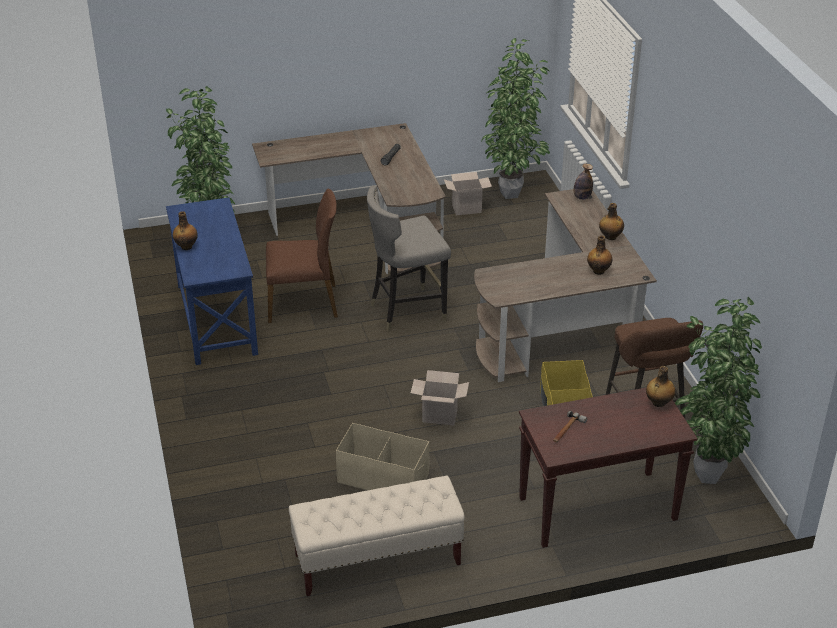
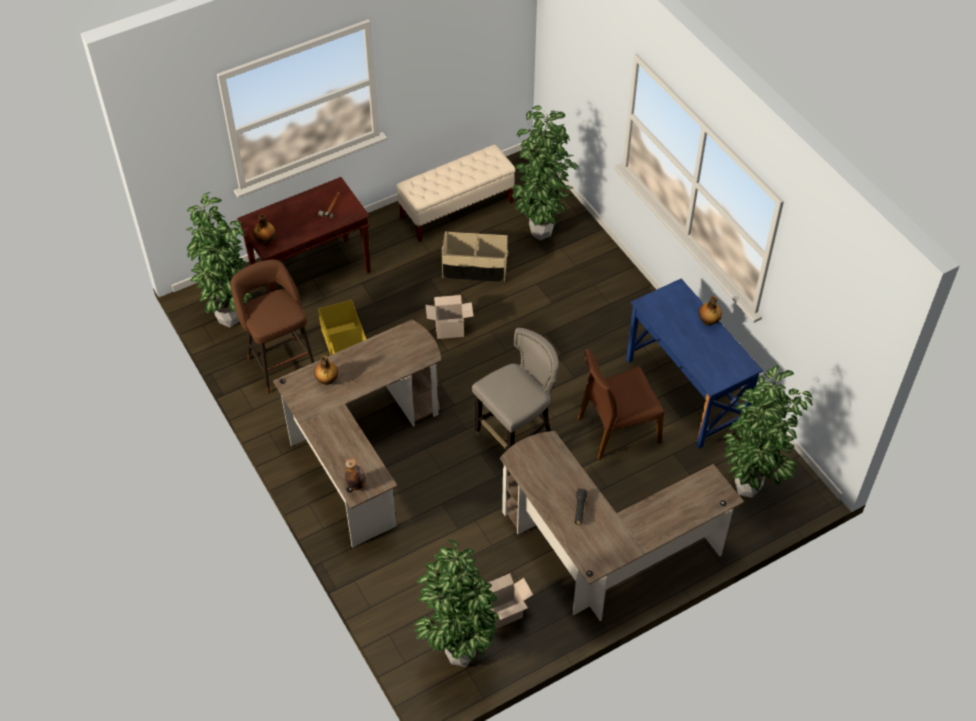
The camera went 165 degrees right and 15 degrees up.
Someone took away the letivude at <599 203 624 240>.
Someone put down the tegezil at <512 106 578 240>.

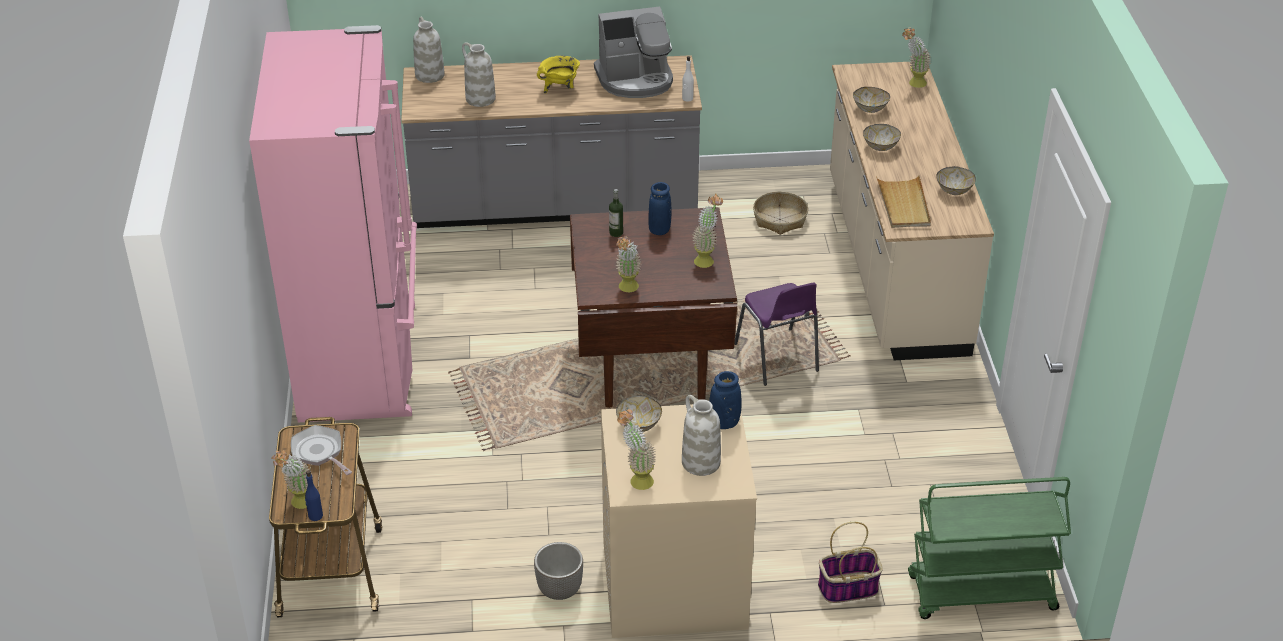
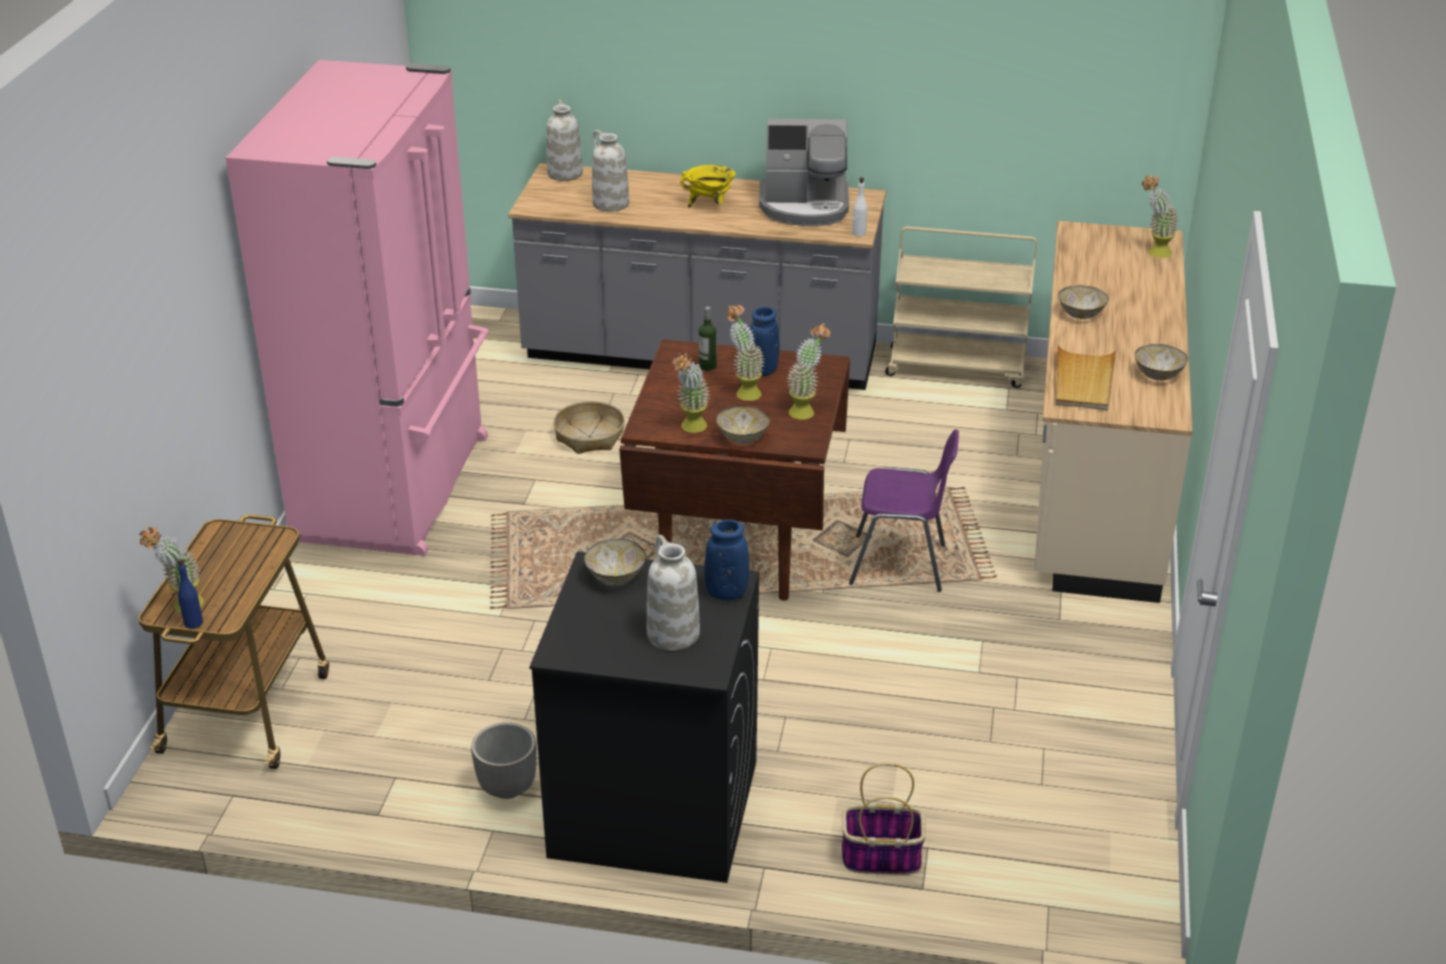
The camera went 15 degrees right and 5 degrees down.
Someone took away the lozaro at <291 425 352 475>.
Someone took away the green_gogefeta at <908 477 1071 619>.
Someone put down the beige_gogefeta at <885 227 1037 388>.
Someone carried the tegezil from <617 409 656 490> to <727 305 765 401>.
Someone carried the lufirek from <753 191 808 235> to <553 401 625 454>.
Someone carried the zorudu from <853 87 890 113> to <716 405 770 444>.
Someone repainted the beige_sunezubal at <601 404 757 638>, which became the black_sunezubal at <529 552 759 883>.
Someone rotated the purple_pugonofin at <734 283 819 386> by 75 degrees counterclockwise.

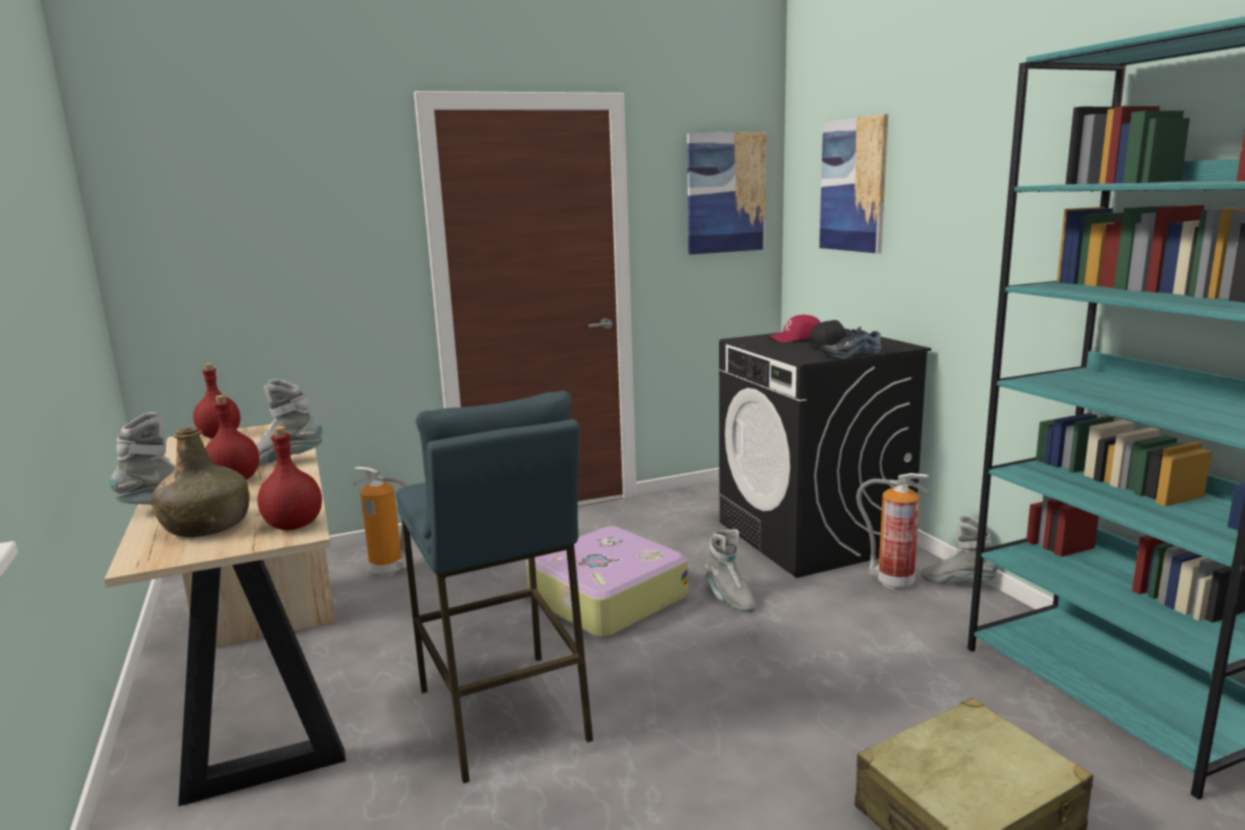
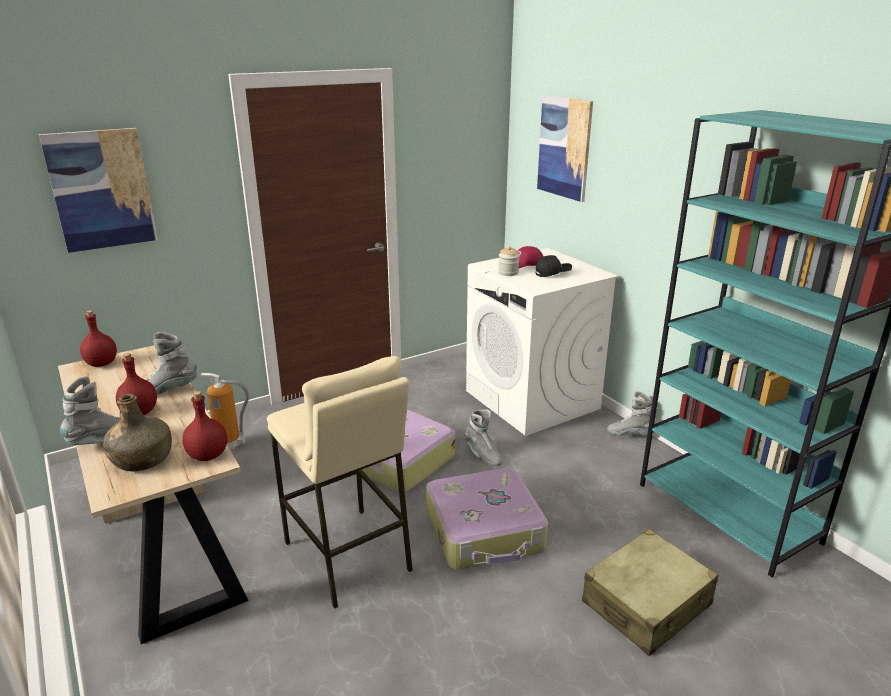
The camera went 10 degrees left and 10 degrees up.
Someone took away the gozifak at <821 327 881 358>.
Someone took away the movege at <856 473 930 589>.
Someone put down the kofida at <426 468 548 570>.
Someone put down the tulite at <498 246 519 276>.
Someone carried the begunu from <687 132 766 255> to <39 128 158 253>.
Someone repainted the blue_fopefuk at <396 391 593 784>, which became the beige_fopefuk at <267 356 413 609>.
Someone repainted the black_sunezubal at <719 328 931 578>, which became the white_sunezubal at <466 248 618 436>.

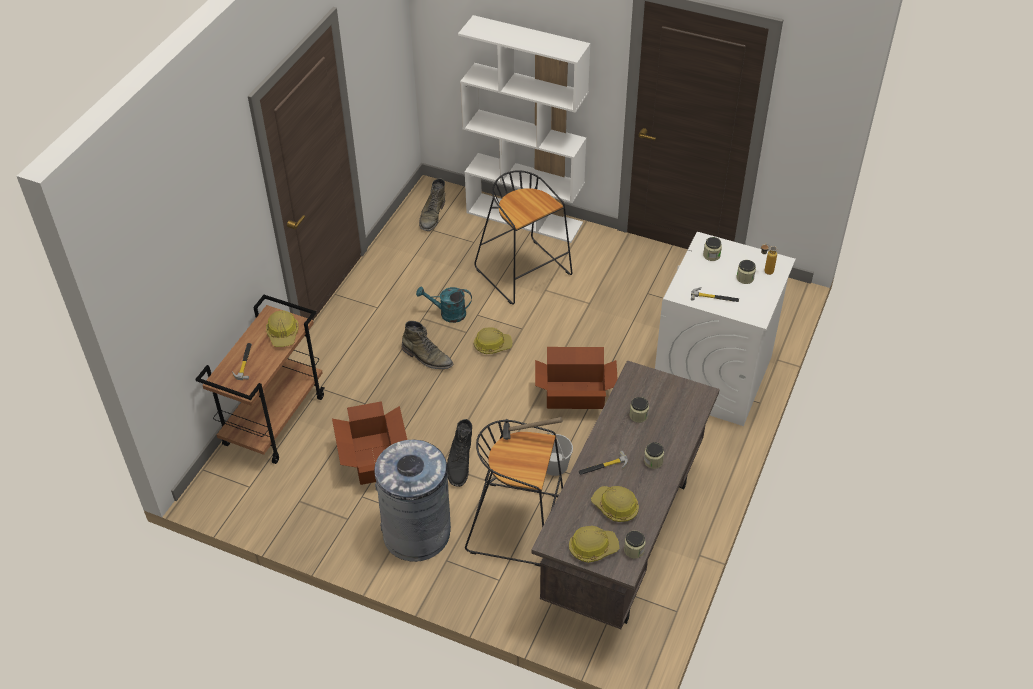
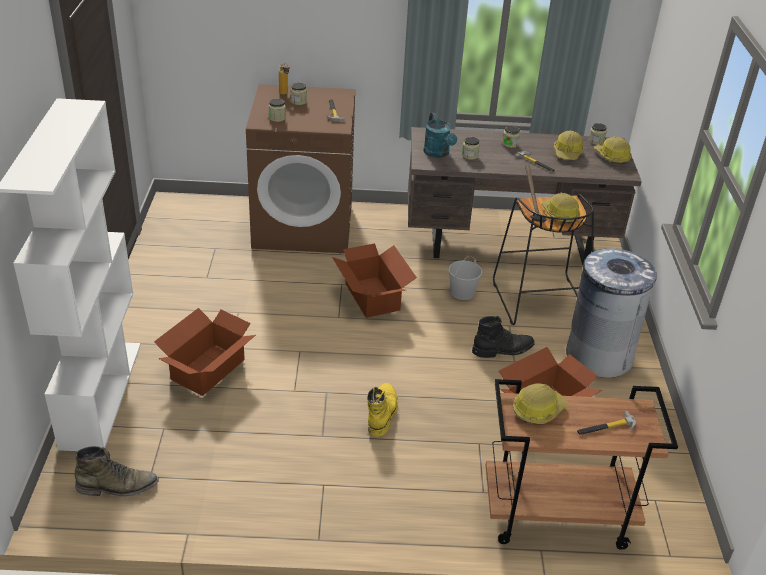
The camera went 115 degrees left and 10 degrees down.
Someone carried the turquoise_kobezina from <416 286 472 323> to <424 113 457 158>.
Someone carried the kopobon from <474 328 512 354> to <541 193 580 224>.
Someone swapped the black_fopefuk at <474 170 573 305> for the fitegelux at <154 308 256 396>.
Someone repainted the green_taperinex at <402 321 453 369>, which became the yellow_taperinex at <367 383 398 437>.
Someone repainted the white_sunezubal at <655 232 796 426>, which became the brown_sunezubal at <246 84 355 253>.

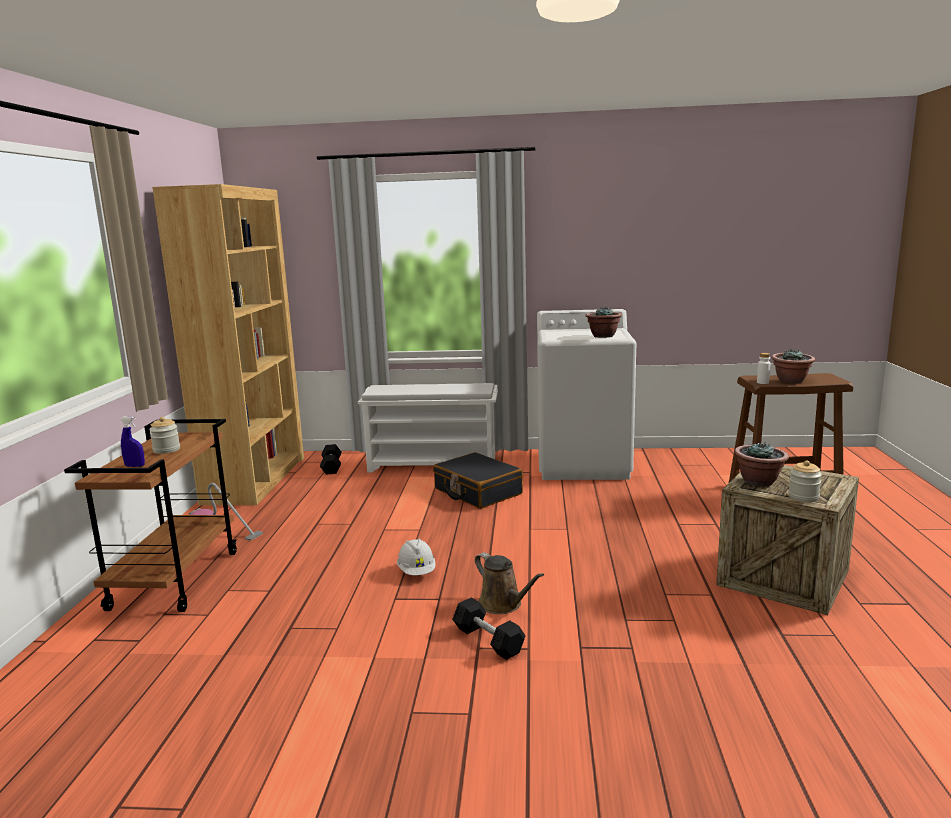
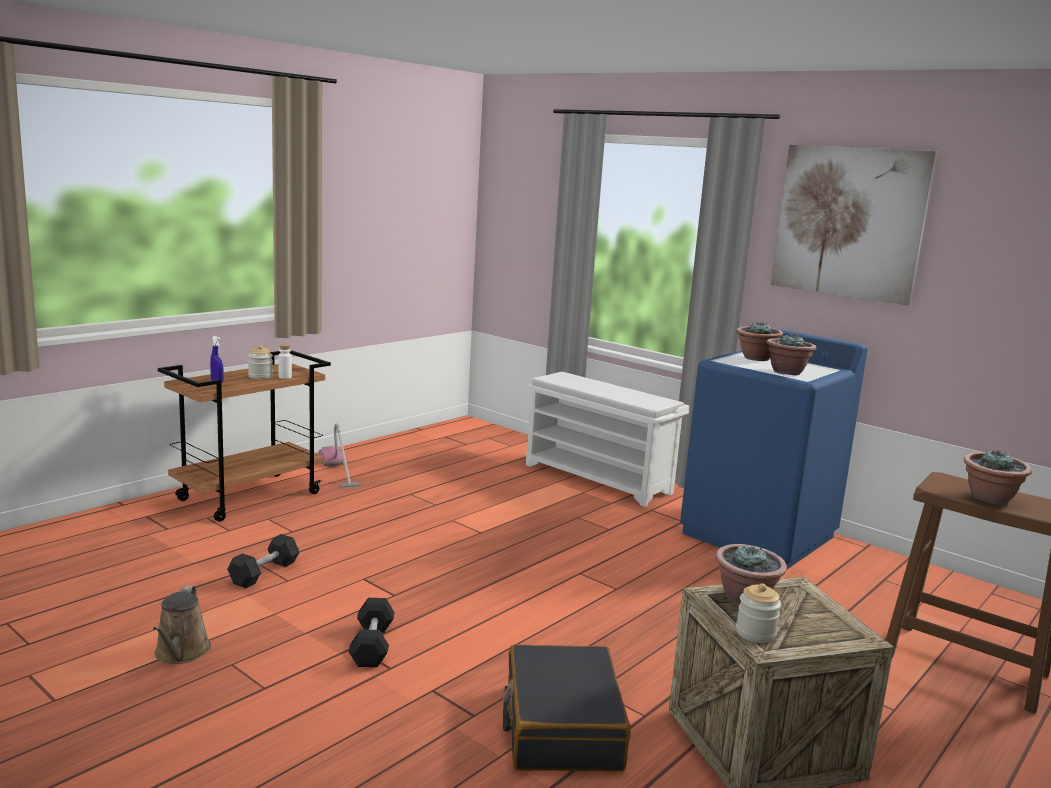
The camera went 35 degrees right and 0 degrees up.
Someone took away the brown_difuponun at <152 184 304 505>.
Someone took away the white_kopobon at <397 539 436 575>.
Someone put down the tegezil at <736 321 783 361>.
Someone put up the begunu at <771 145 937 306>.
Someone carried the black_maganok from <320 444 341 475> to <227 534 300 588>.
Someone carried the black_kofida from <433 452 523 509> to <503 645 630 772>.
Someone carried the brown_kobezina from <475 552 544 614> to <153 585 211 664>.
Someone carried the white_letivude from <757 353 771 384> to <278 344 292 379>.
Someone repainted the white_sunezubal at <537 309 636 480>, which became the blue_sunezubal at <680 328 868 569>.

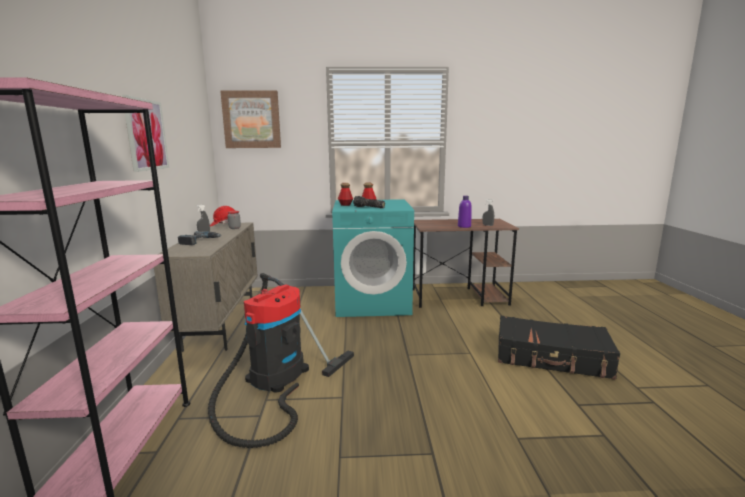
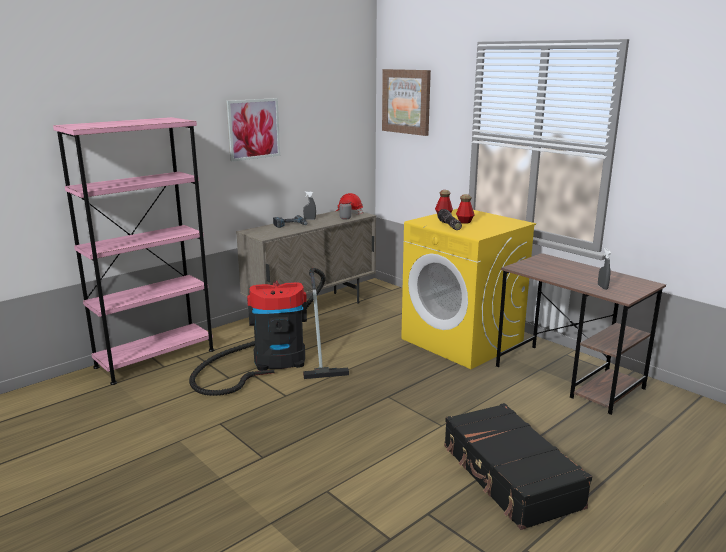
The camera went 50 degrees right and 5 degrees up.
Someone took away the purple_letivude at <458 196 472 228>.
Someone repainted the turquoise_sunezubal at <332 199 414 317>, which became the yellow_sunezubal at <401 209 536 369>.

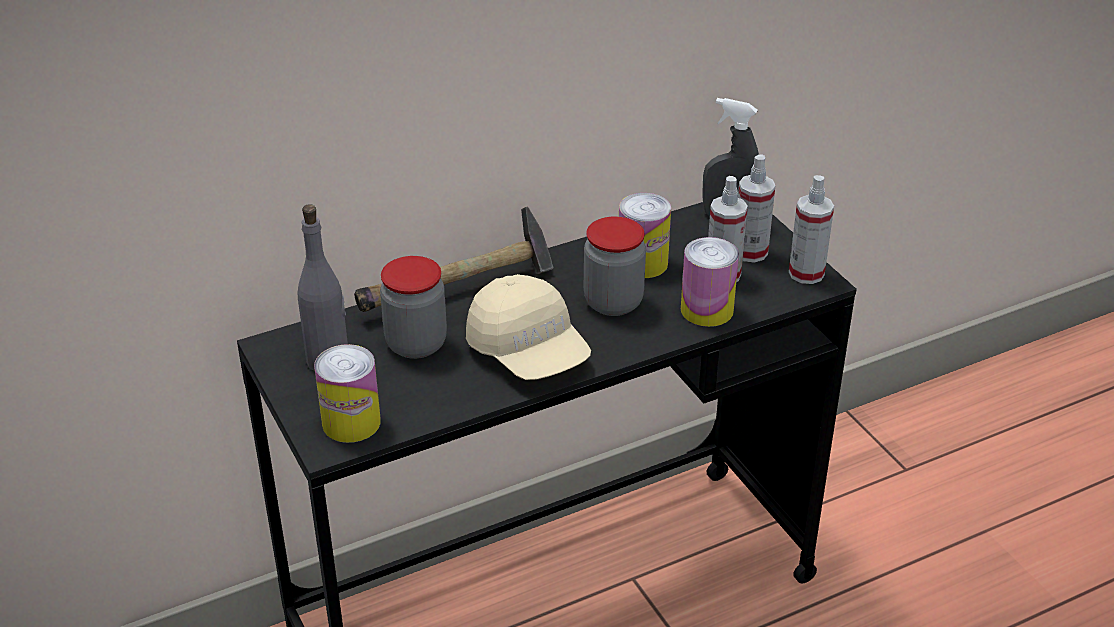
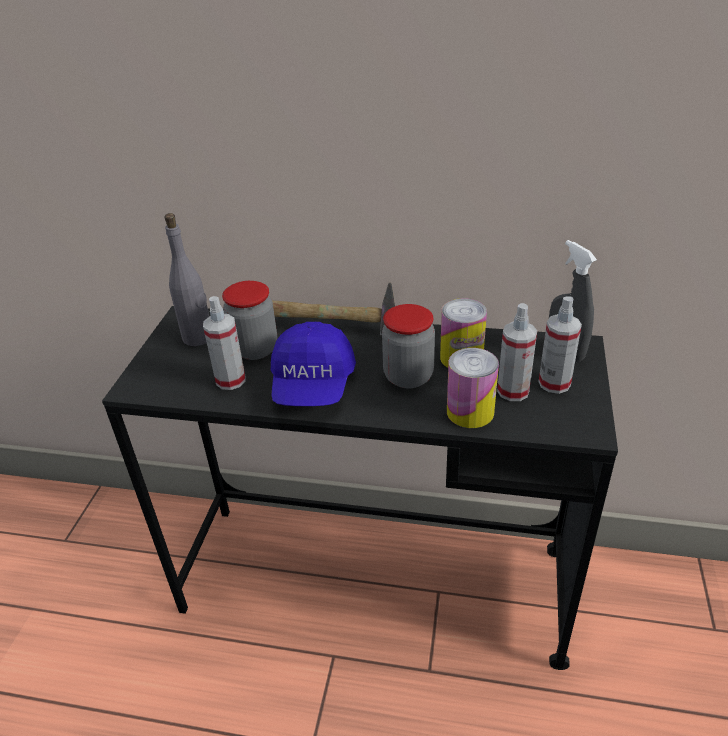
The camera went 40 degrees right and 0 degrees up.
Someone took away the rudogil at <314 344 381 443>.
Someone carried the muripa from <789 175 834 284> to <203 296 245 390>.
Someone repainted the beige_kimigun at <466 274 591 380>, which became the blue_kimigun at <271 322 356 406>.

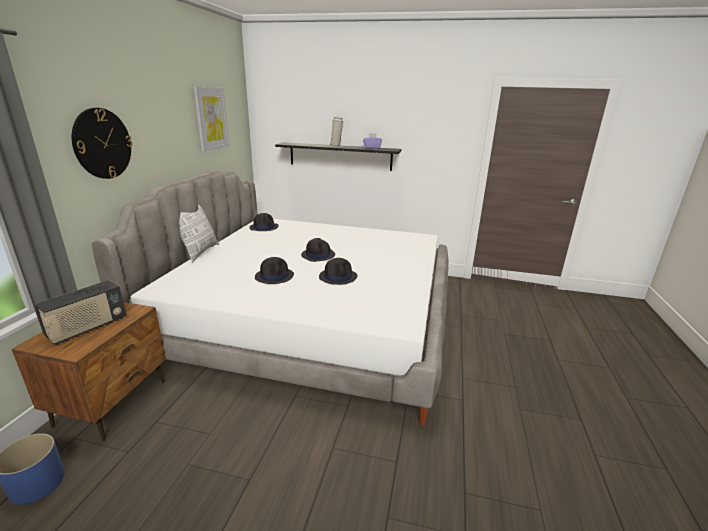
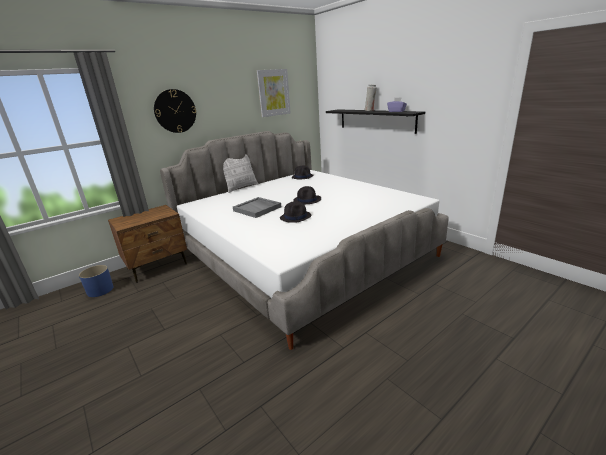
The camera went 40 degrees right and 0 degrees up.
Someone took away the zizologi at <34 280 126 345>.
Someone swapped the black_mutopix at <255 257 294 284> for the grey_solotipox at <233 197 281 218>.

